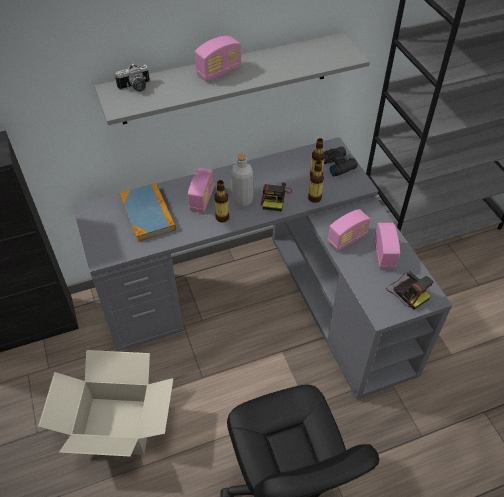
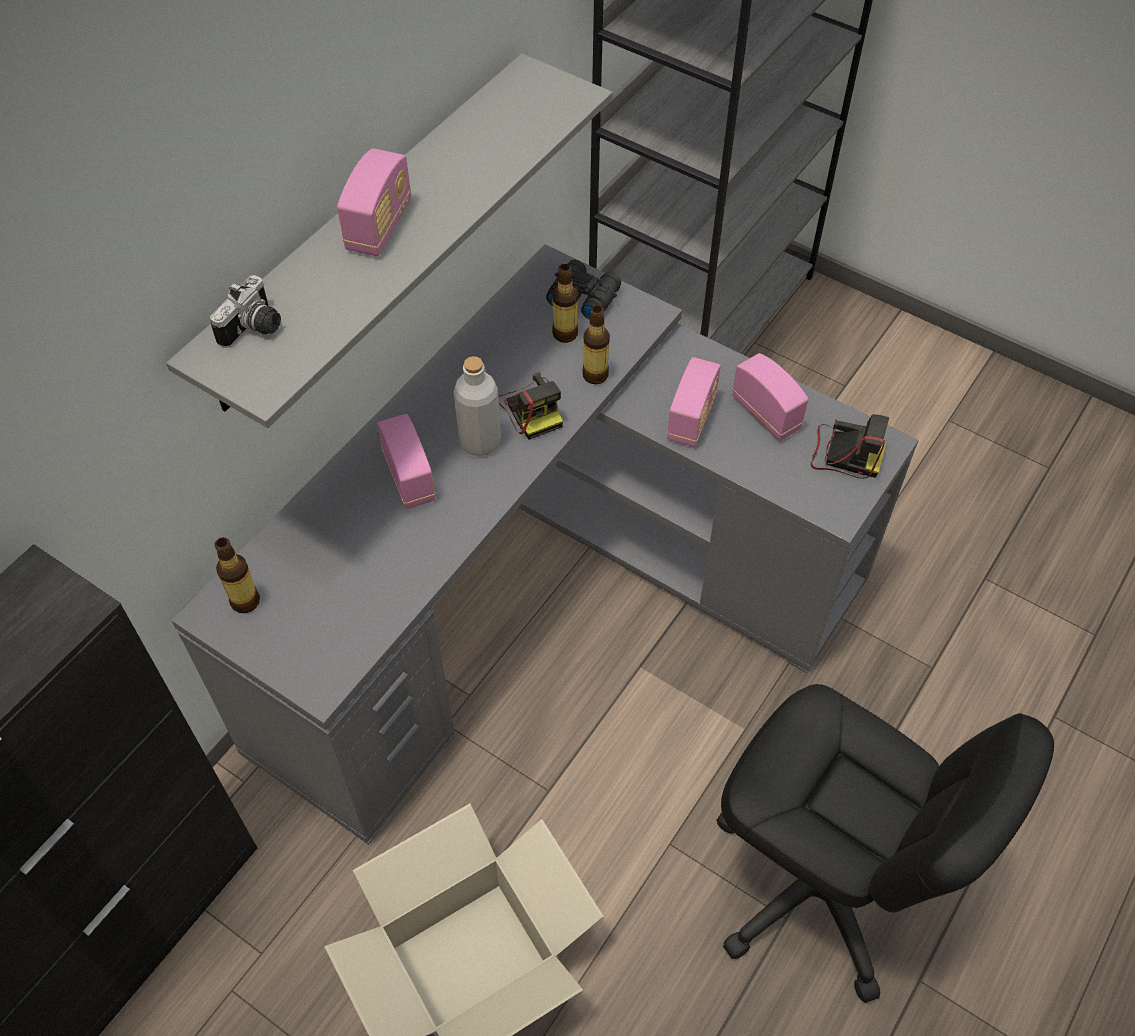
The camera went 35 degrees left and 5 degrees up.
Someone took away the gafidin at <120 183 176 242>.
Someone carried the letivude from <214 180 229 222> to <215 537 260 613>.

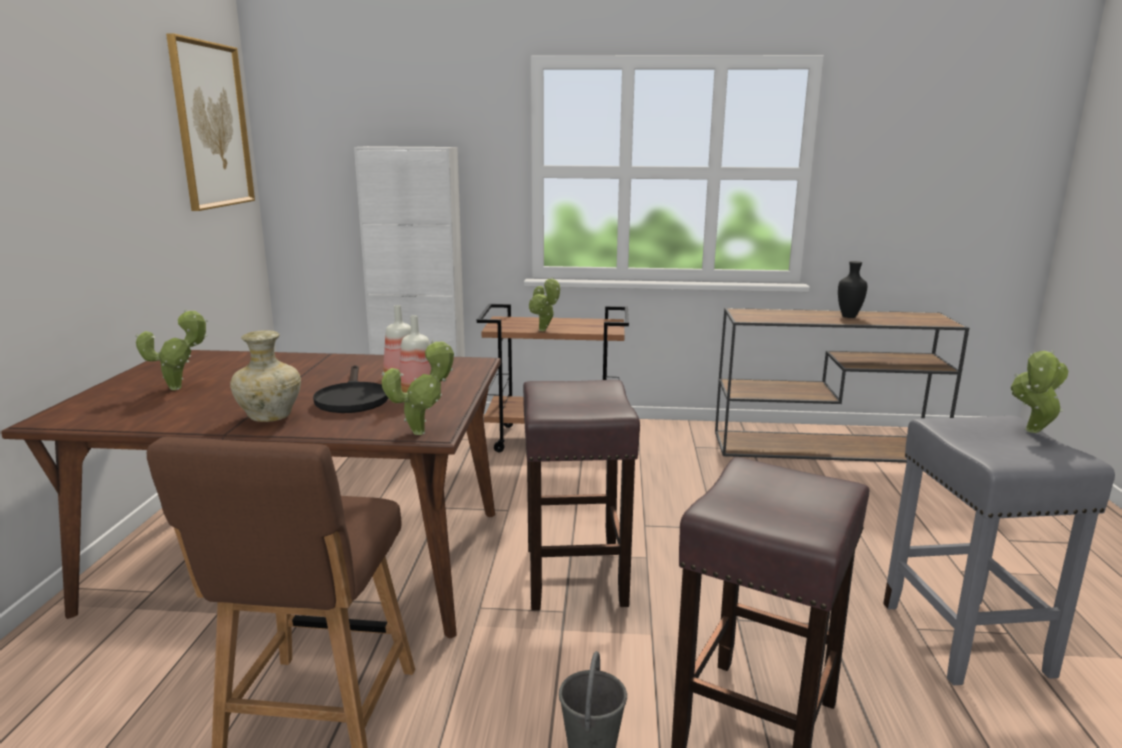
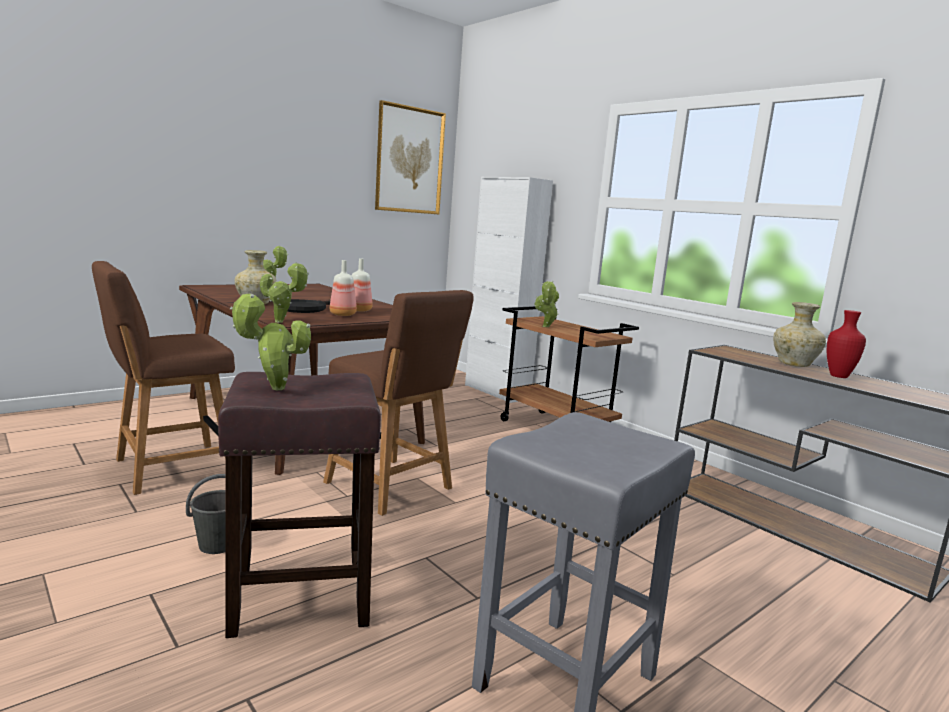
The camera went 45 degrees right and 5 degrees down.
Someone put down the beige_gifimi at <773 302 826 367>.
Someone carried the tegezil from <1010 350 1069 433> to <230 294 311 390>.
Someone swapped the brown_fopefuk at <523 380 640 610> for the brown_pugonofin at <323 290 474 516>.
Someone repainted the black_gifimi at <838 261 868 318>, which became the red_gifimi at <827 310 866 378>.

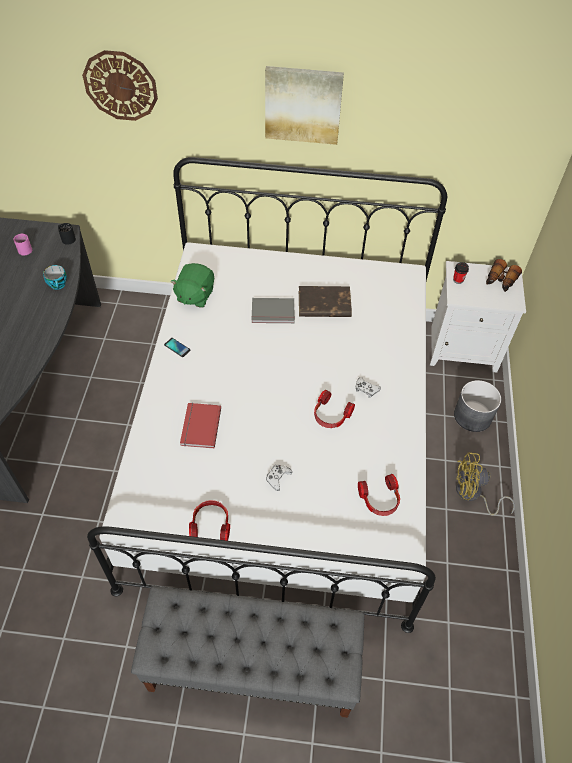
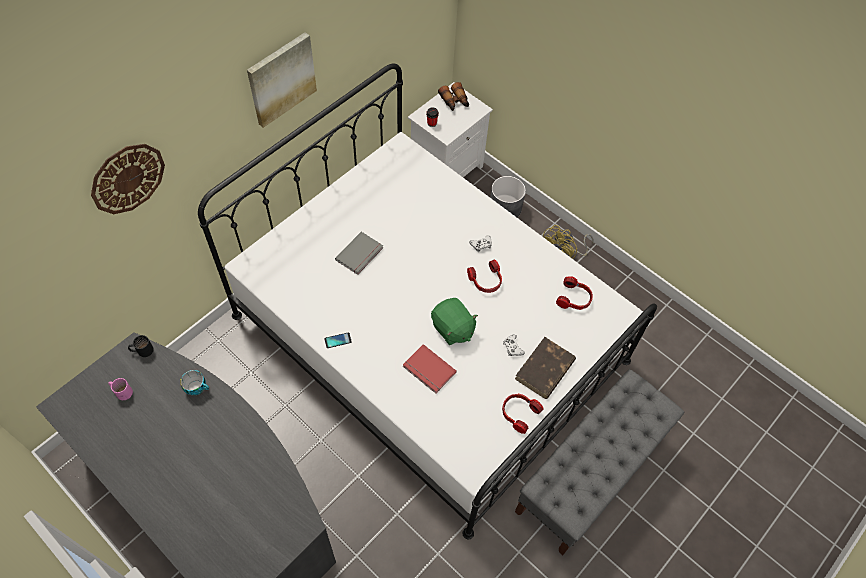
The camera went 55 degrees left and 5 degrees up.
Someone carried the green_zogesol from <170 263 214 308> to <431 298 478 345>.
Someone carried the brown_gafidin from <299 286 352 317> to <515 337 576 399>.

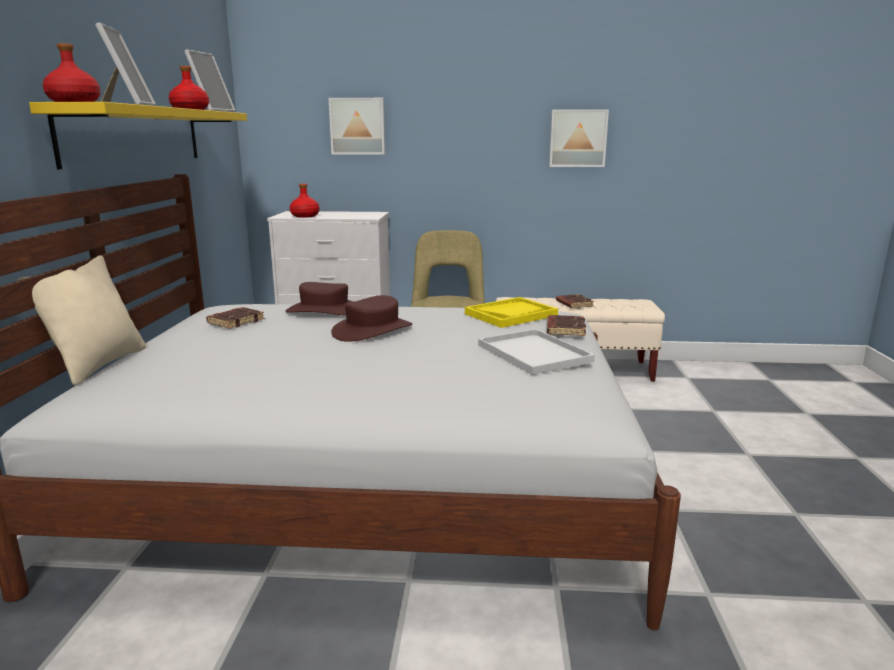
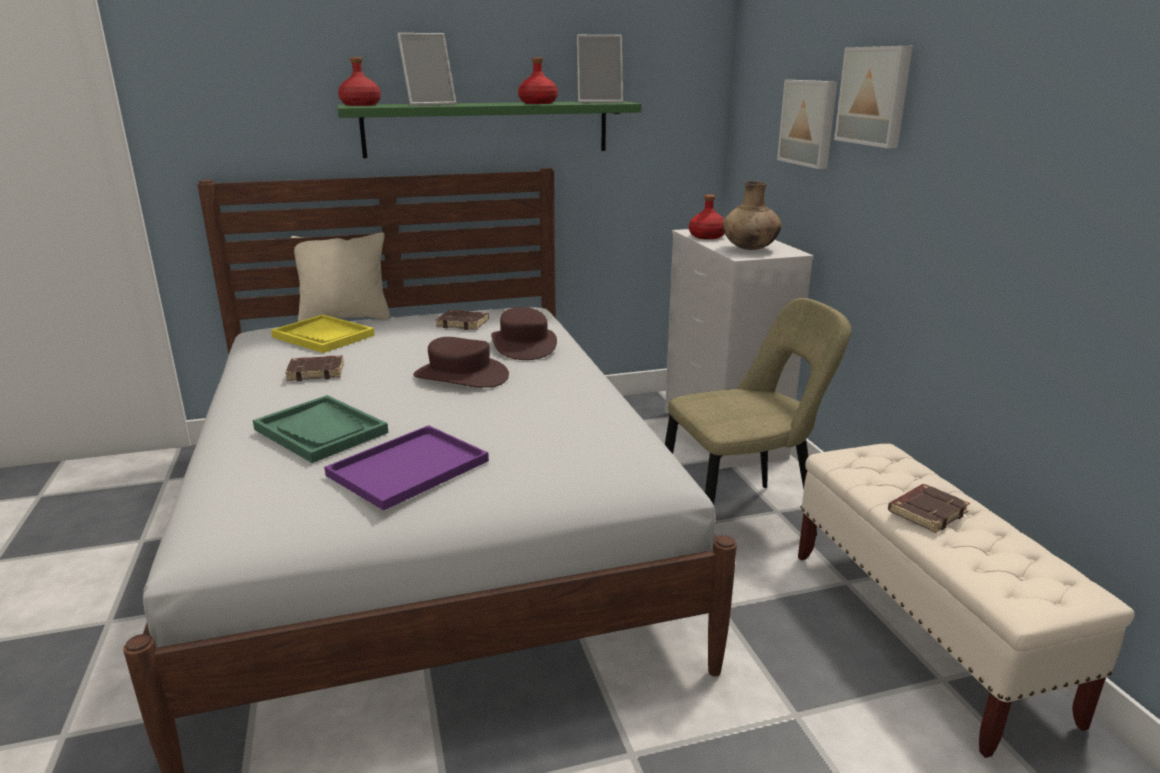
The camera went 70 degrees right and 5 degrees up.
Someone put down the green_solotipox at <253 395 388 463>.
Someone put down the brown_gifimi at <723 181 782 250>.
Someone carried the yellow_solotipox from <465 297 558 328> to <271 315 375 353>.
Someone carried the brown_gafidin from <547 315 586 336> to <285 355 343 381>.
Someone carried the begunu from <549 109 609 167> to <834 46 913 148>.
Someone repainted the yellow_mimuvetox at <29 102 247 169>, which became the green_mimuvetox at <337 101 642 158>.
Someone repainted the white_solotipox at <478 329 595 375>, which became the purple_solotipox at <324 425 489 511>.

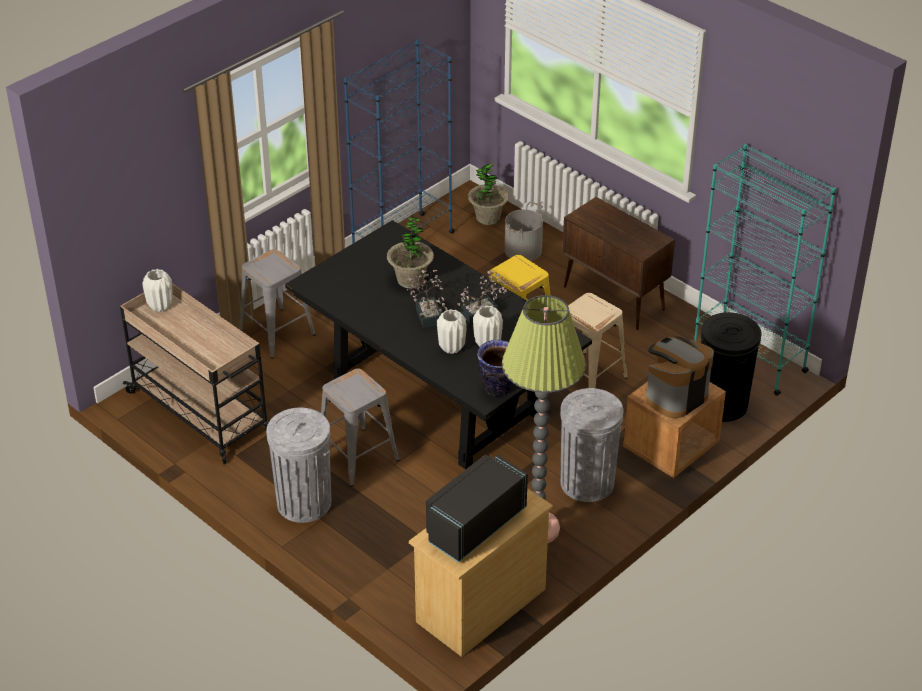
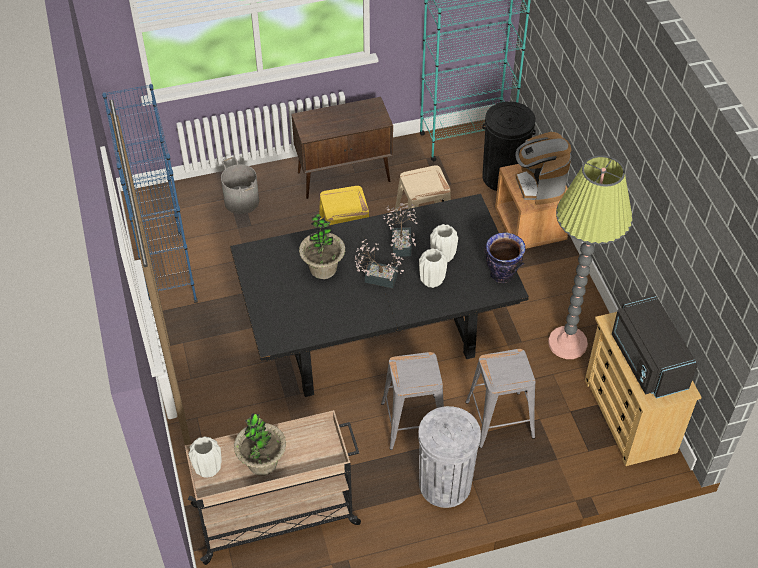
The camera went 60 degrees left and 10 degrees up.
Someone took away the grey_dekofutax at <560 388 623 502>.
Someone carried the grey_fopefuk from <239 249 316 359> to <465 349 536 448>.
Someone carried the tegezil from <468 163 509 225> to <234 413 286 475>.

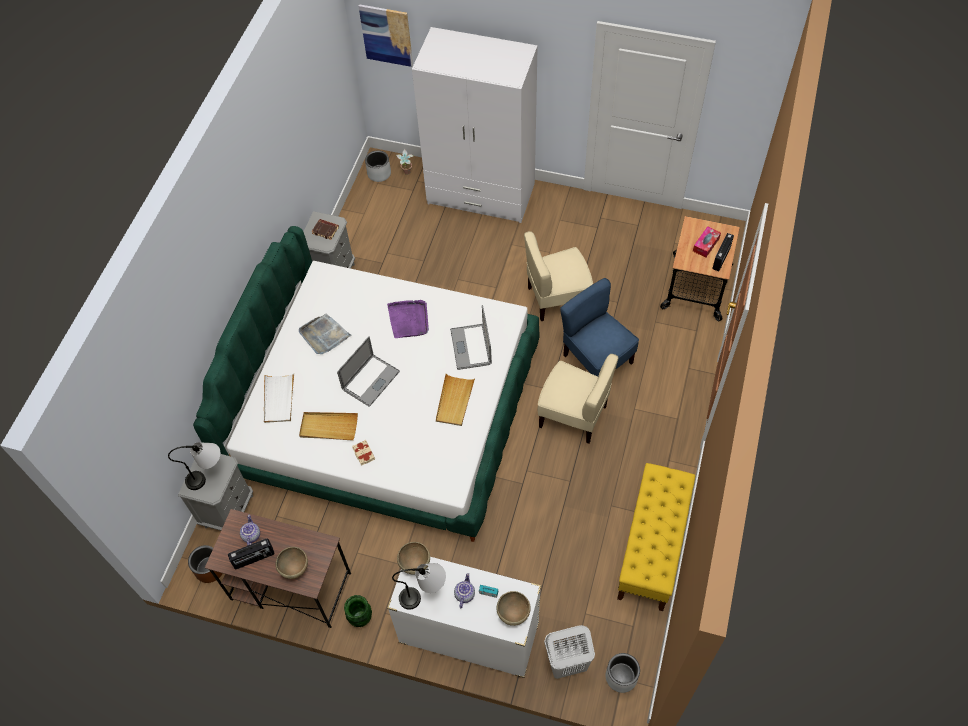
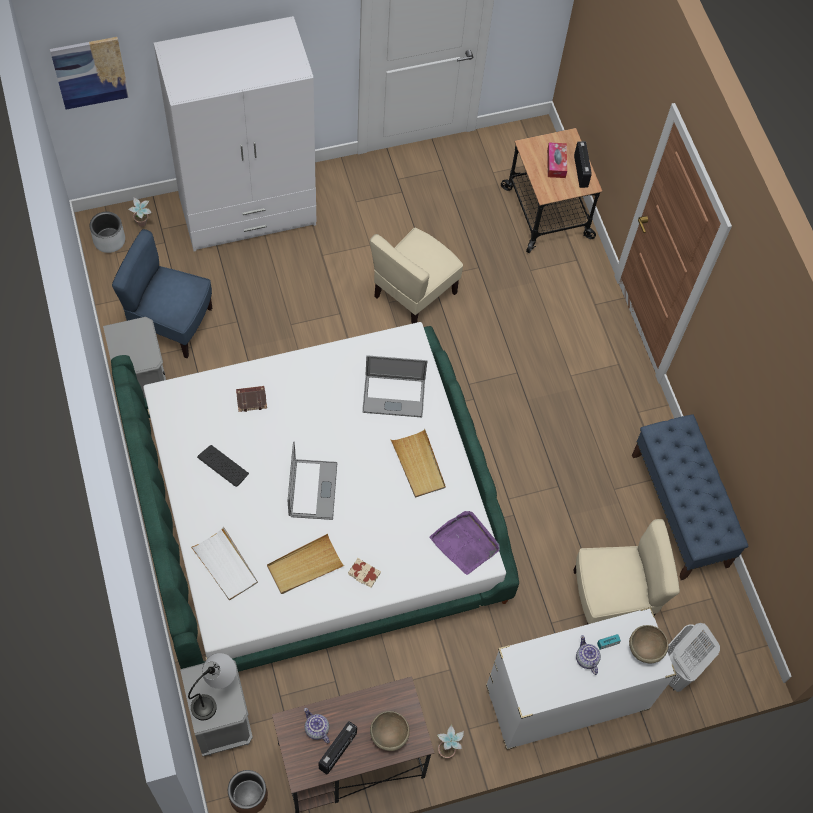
The camera went 40 degrees left and 5 degrees up.
Someone took away the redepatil at <392 563 446 610>.
Someone took away the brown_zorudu at <397 542 430 575>.
Someone took away the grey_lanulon at <605 653 640 693>.
Someone carried the brown_gafidin from <311 219 339 240> to <236 386 267 412>.
Someone carried the purple_solotipox from <387 300 429 338> to <429 511 500 575>.
Someone carried the beige_pugonofin from <538 354 618 444> to <573 519 680 625>.
Someone carried the blue_pugonofin from <560 278 639 377> to <112 229 212 358>.
Someone swapped the grey_solotipox at <299 314 352 354> for the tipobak at <197 445 249 487>.
Someone swapped the green_gifimi at <344 595 372 627> for the tegezil at <437 724 464 758>.
Someone repainted the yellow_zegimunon at <617 463 695 611>, which became the blue_zegimunon at <632 414 748 580>.
Someone rotated the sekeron at <450 305 492 370> by 45 degrees counterclockwise.

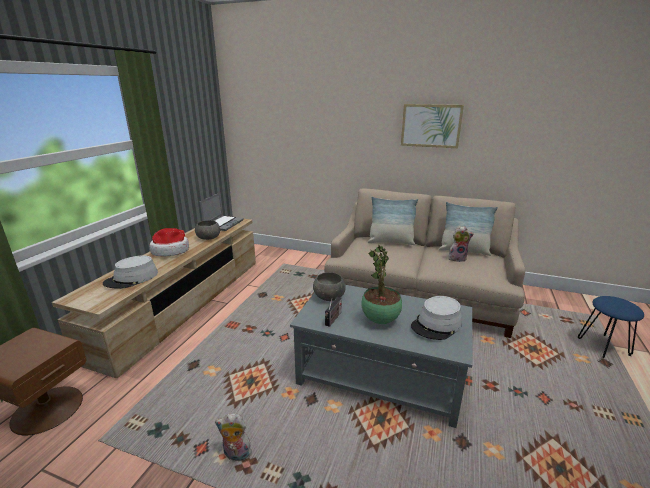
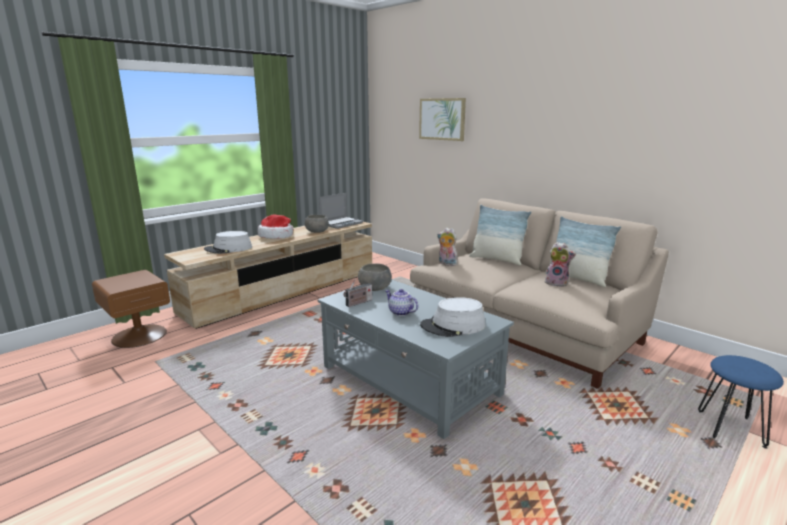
The camera went 25 degrees right and 5 degrees down.
Someone carried the zogesol from <215 413 252 461> to <437 228 458 266>.
Someone carried the begunu from <401 104 464 148> to <419 98 466 141>.
Someone swapped the tegezil at <361 244 402 324> for the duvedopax at <385 289 418 316>.

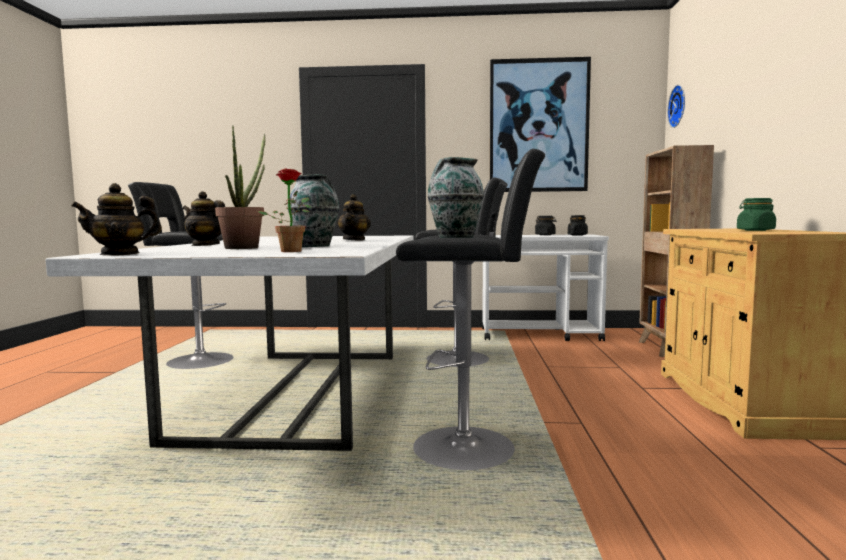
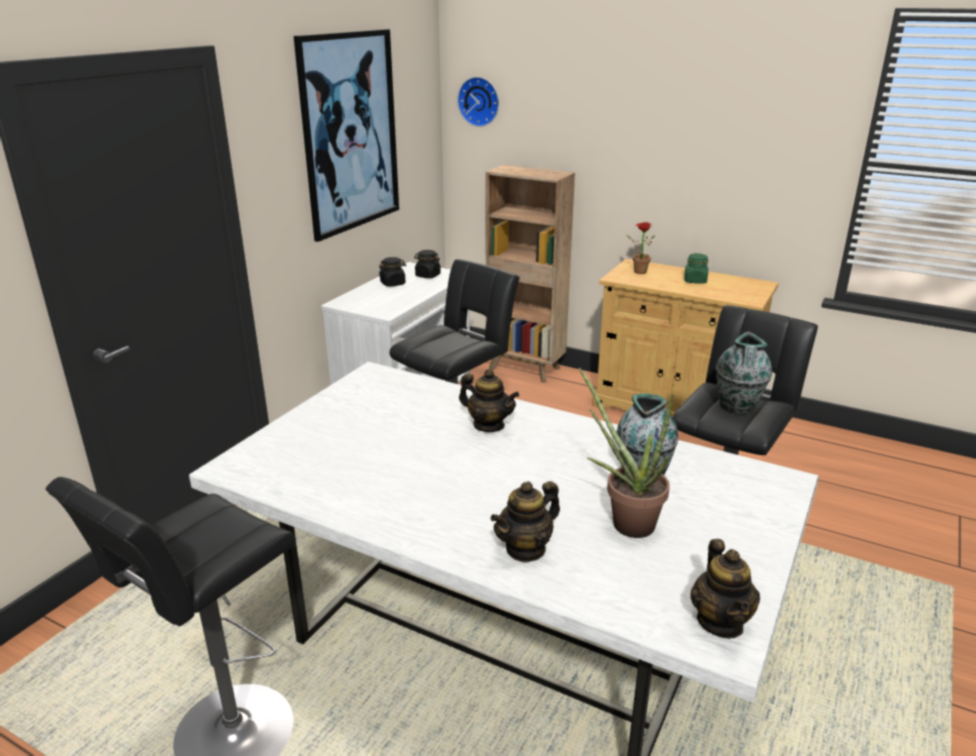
The camera went 65 degrees left and 20 degrees up.
Someone carried the tegezil from <258 169 311 252> to <626 222 655 274>.

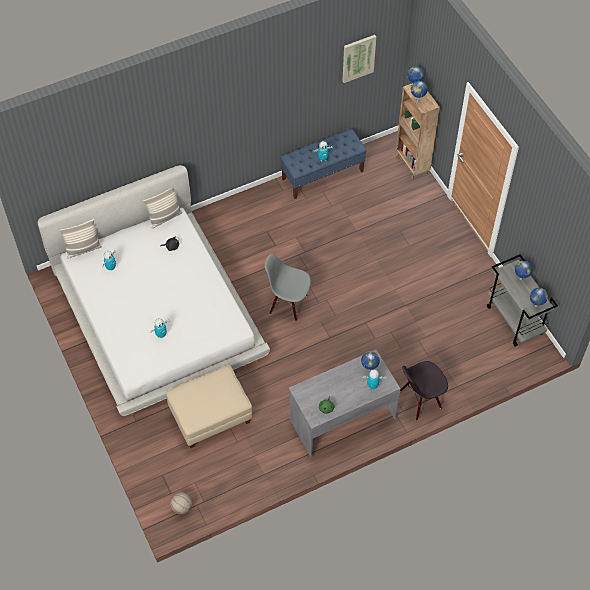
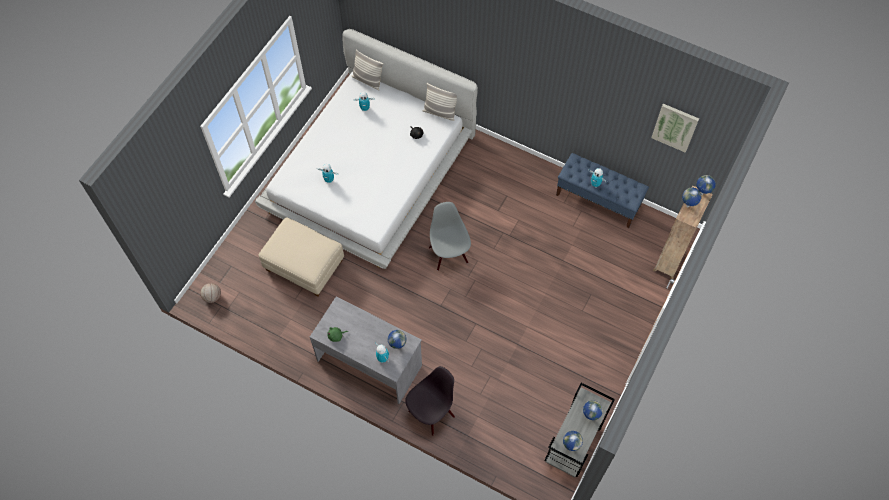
The camera went 55 degrees right and 5 degrees up.
Someone rotated the black_pugonofin at <400 361 448 421> by 105 degrees clockwise.

